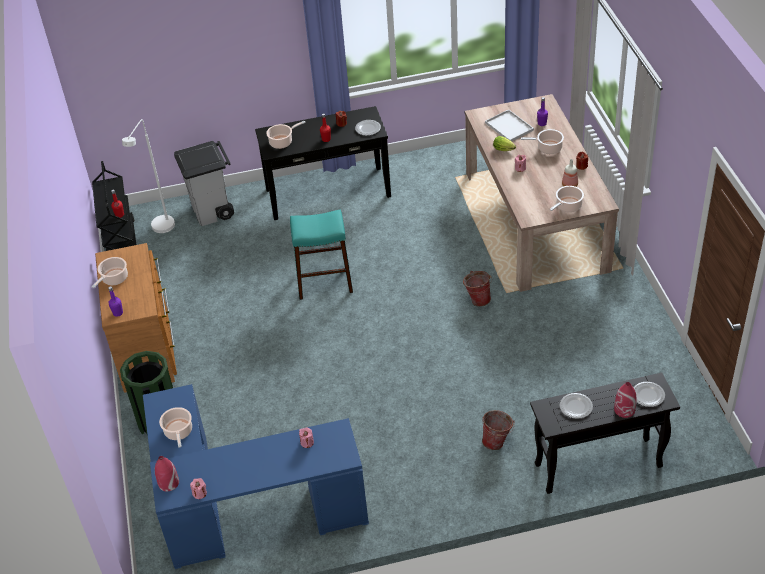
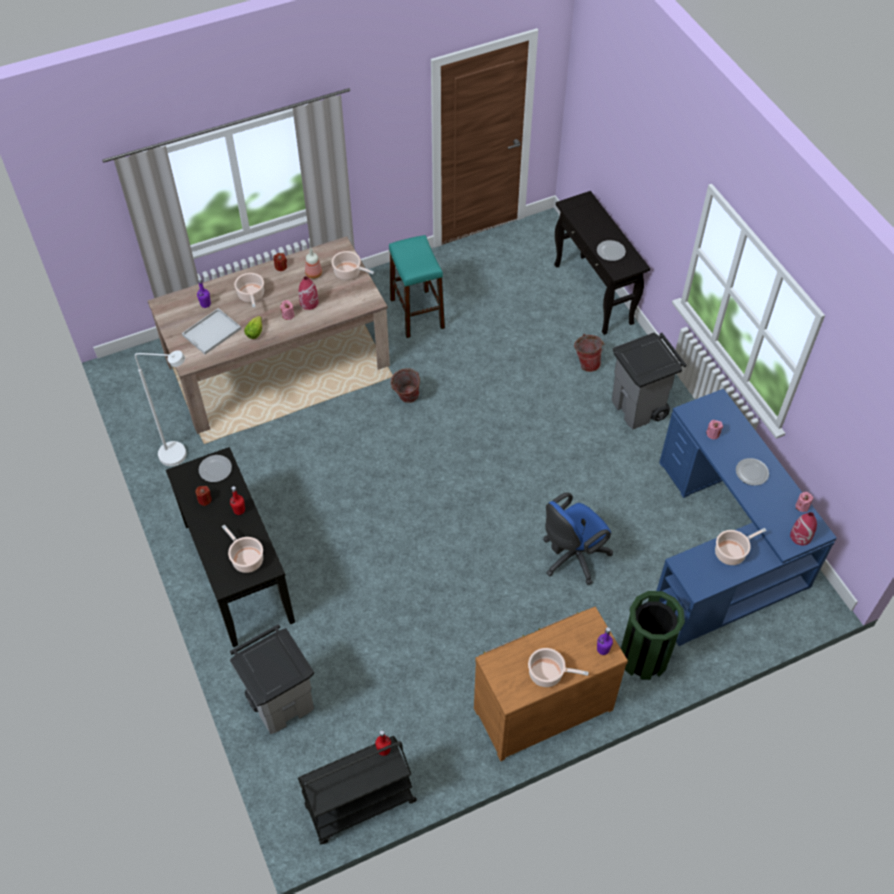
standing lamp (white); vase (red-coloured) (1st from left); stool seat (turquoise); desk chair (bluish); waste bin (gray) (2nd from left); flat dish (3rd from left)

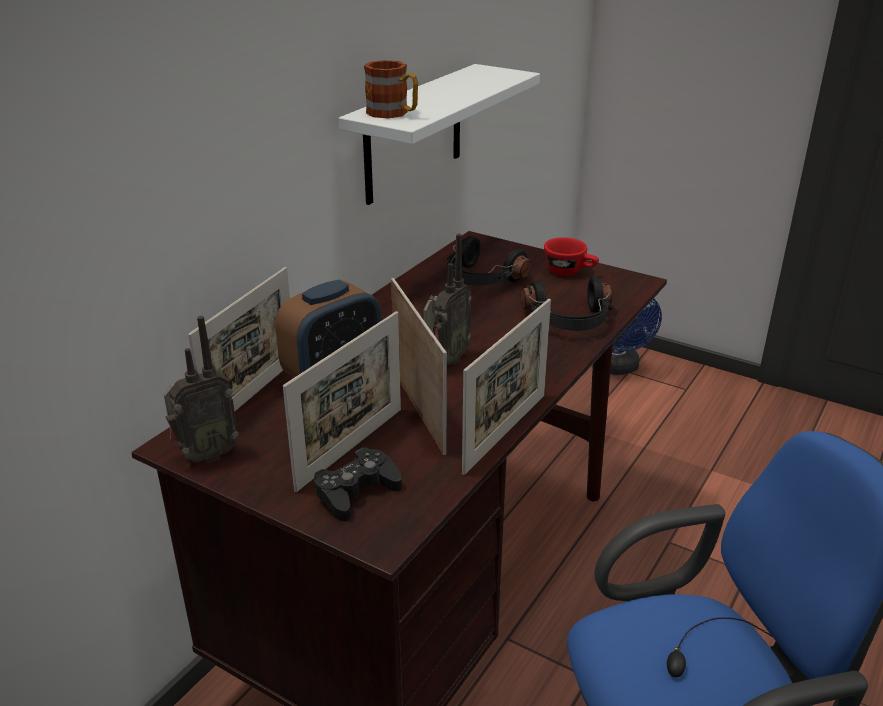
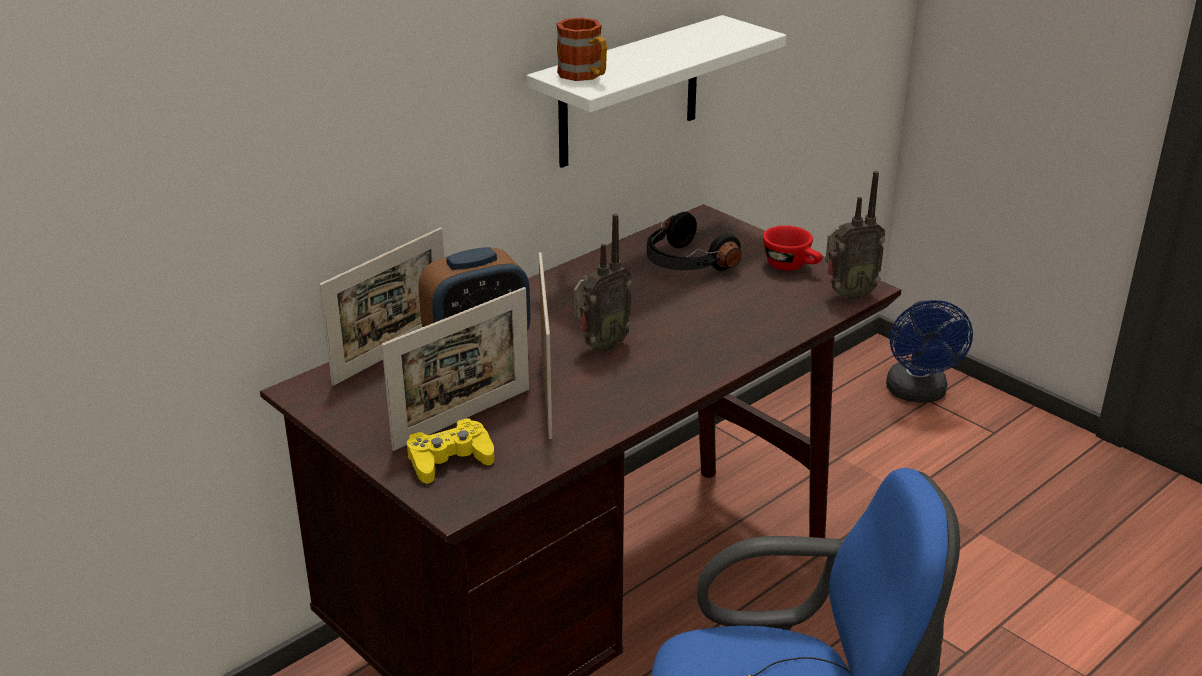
gamepad (yellow-coloured); radio receiver (2nd from left); standing frame (4th from left in the first image); headset (black-coloured) (2nd from left in the first image)

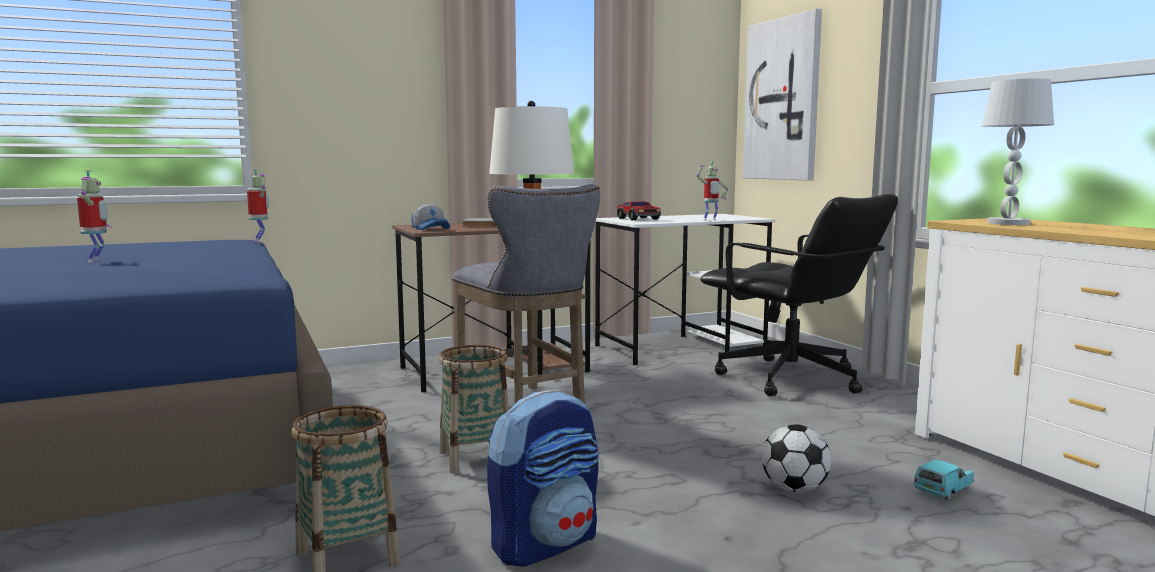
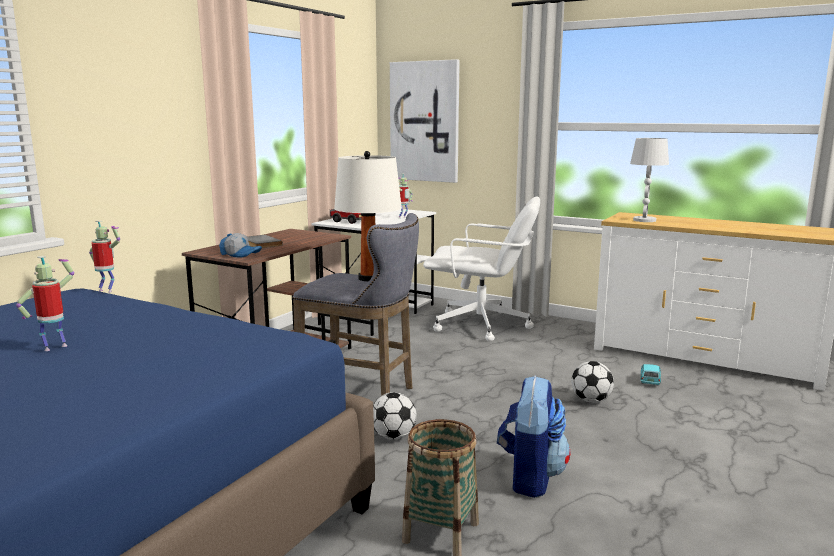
toy robot (1st from left); ball for football (1st from left); desk chair (white)

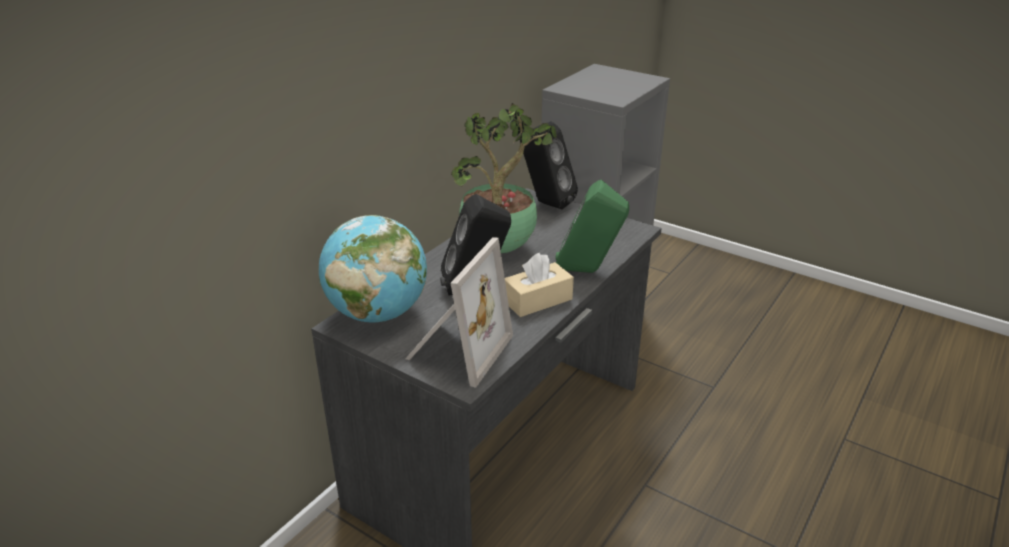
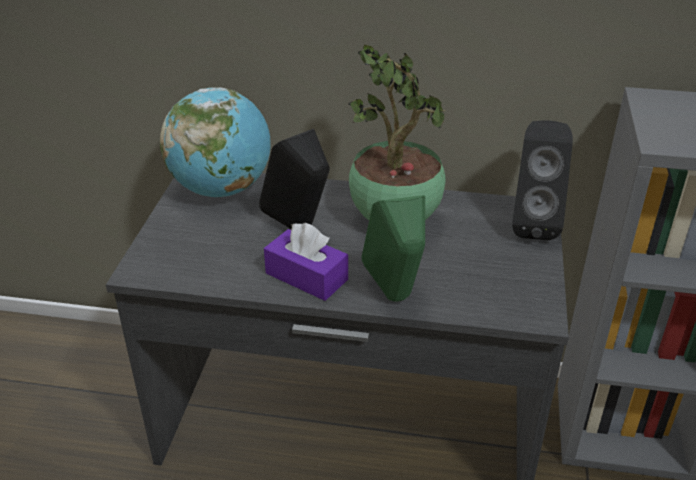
tissue holder (purple-coloured); standing frame

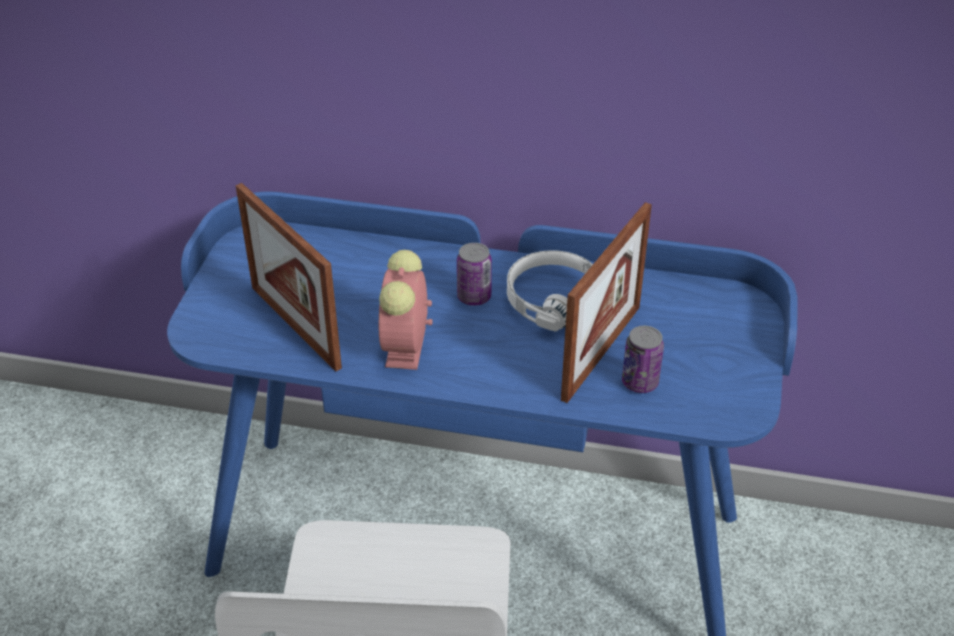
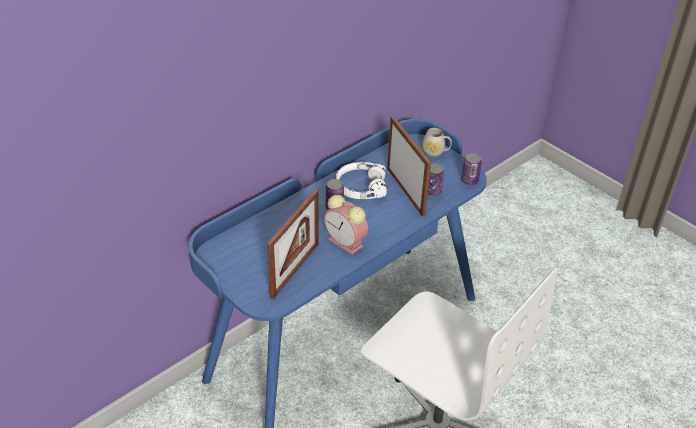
standing frame (1st from left); coffee mug (white); metal can (3rd from left)

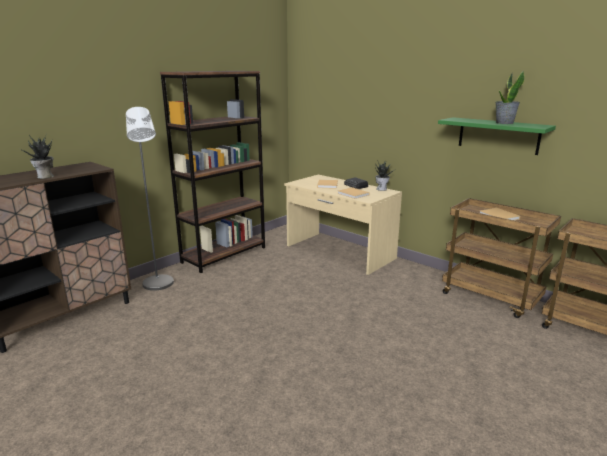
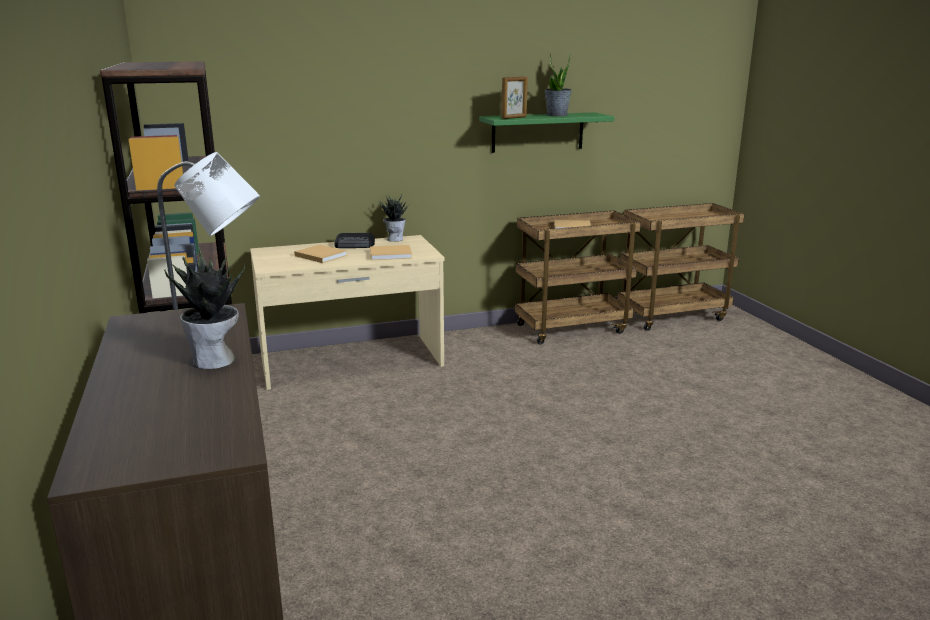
standing frame

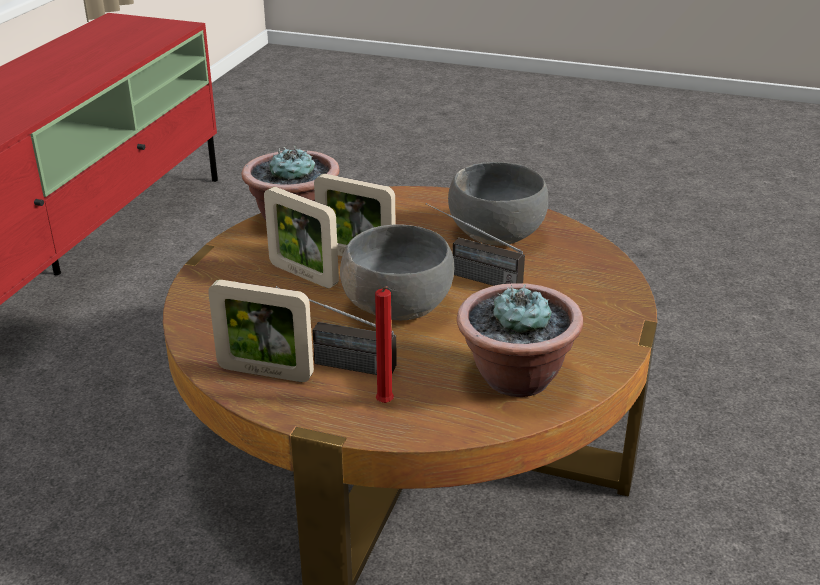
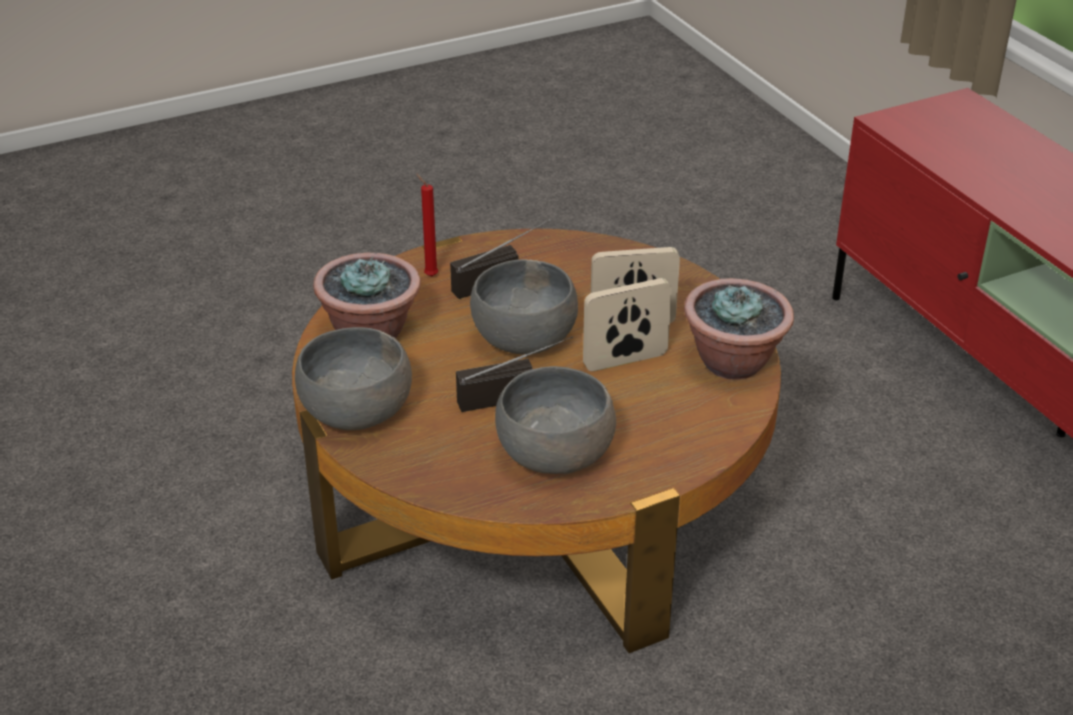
serving bowl (gray) (1st from left); standing frame (1st from left in the first image)

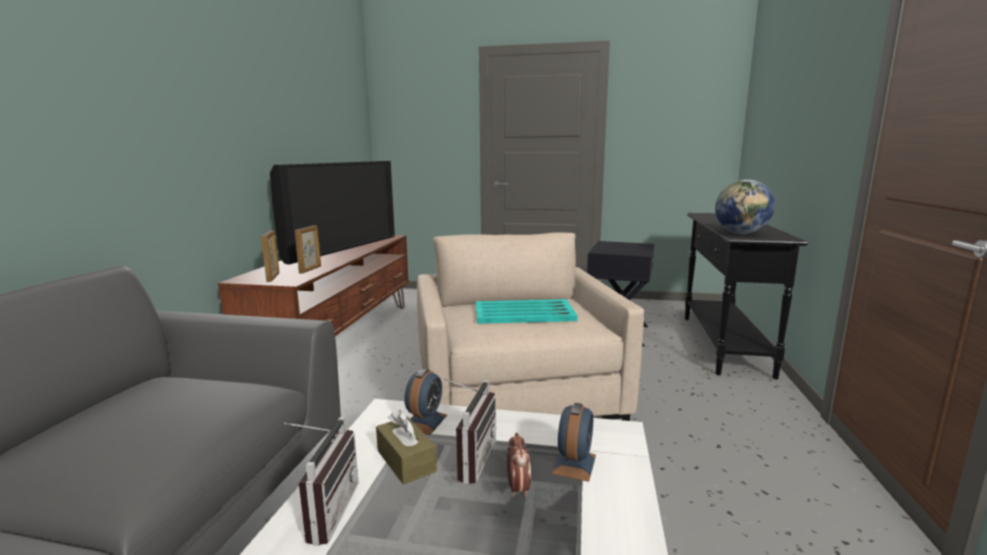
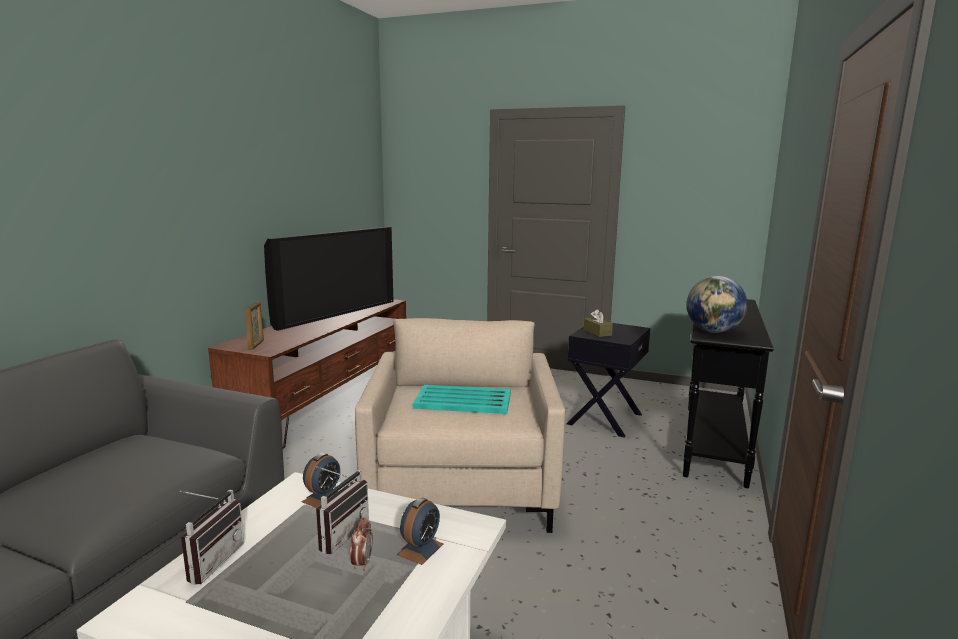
tissue holder (brownish); standing frame (2nd from left in the first image)

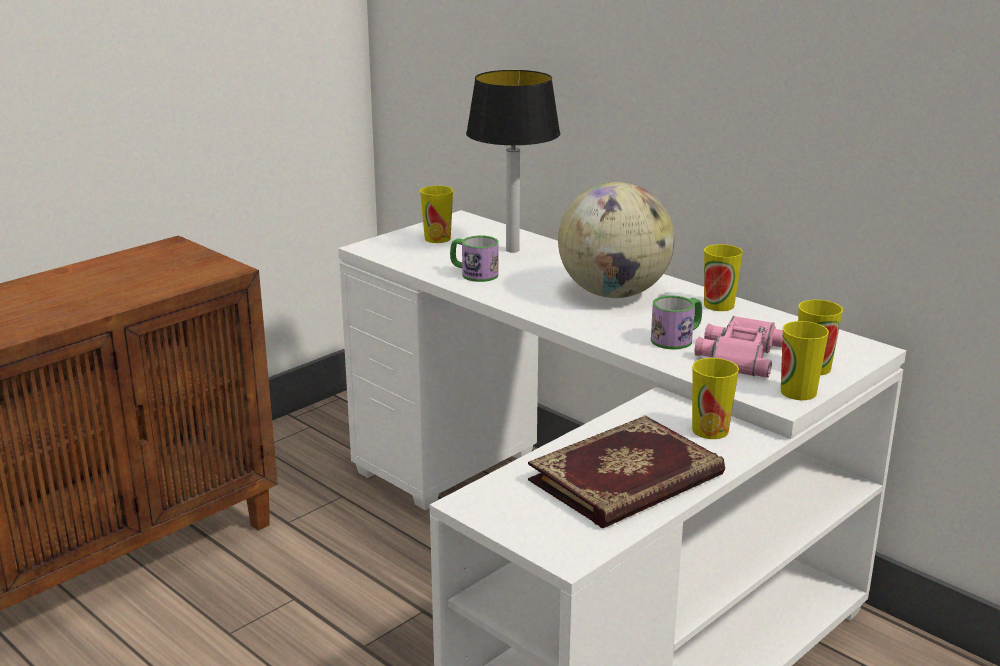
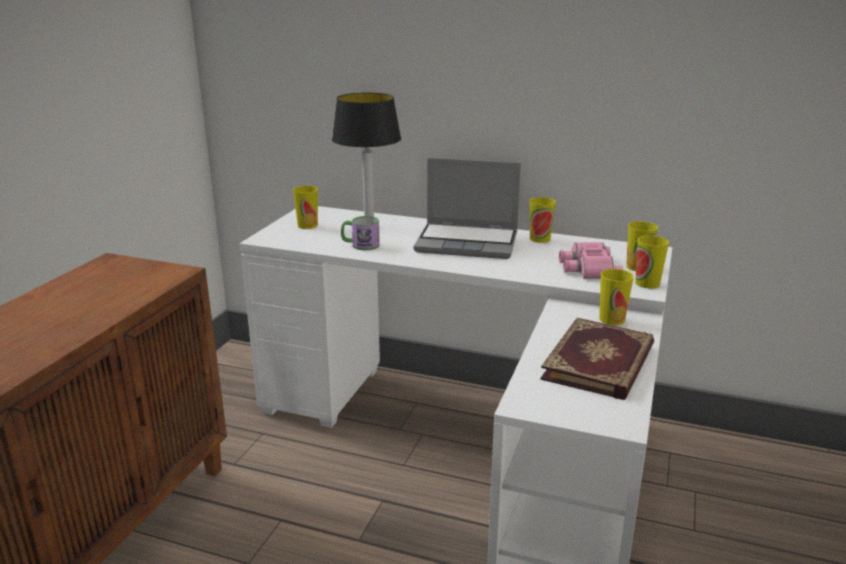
notebook computer; coffee mug (2nd from left in the first image)

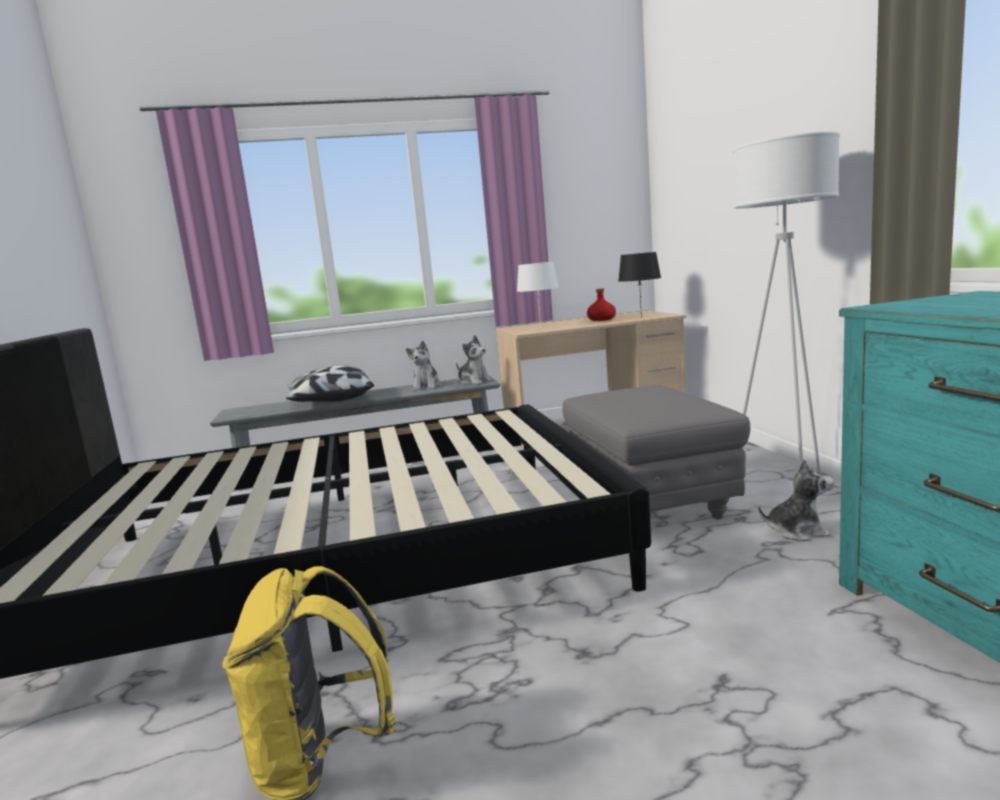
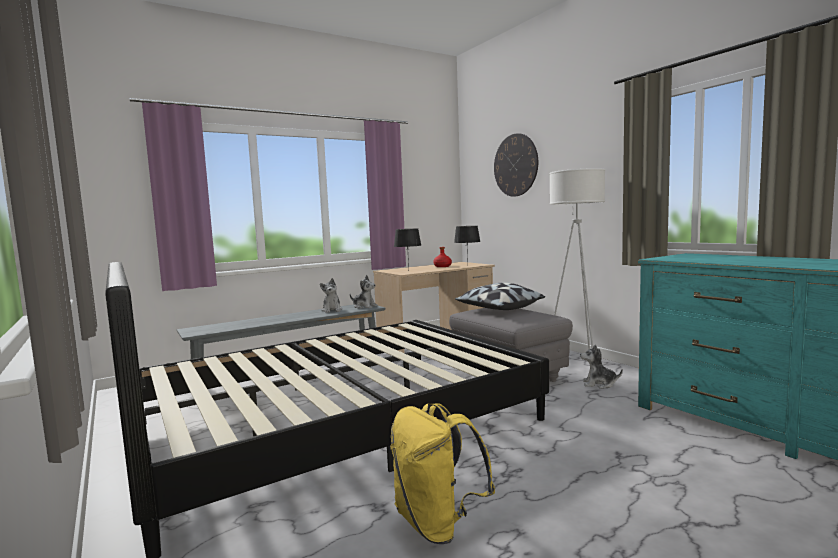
lamp for a table (black-coloured) (1st from left); throw pillow; clock on the wall; cuddly toy (3rd from left)

